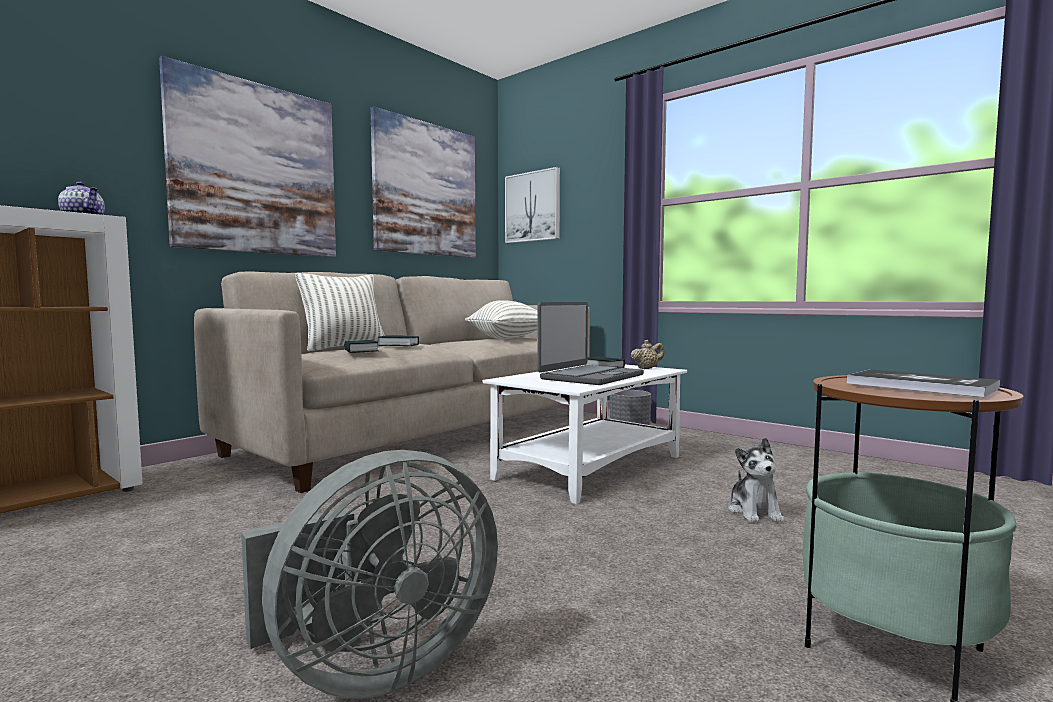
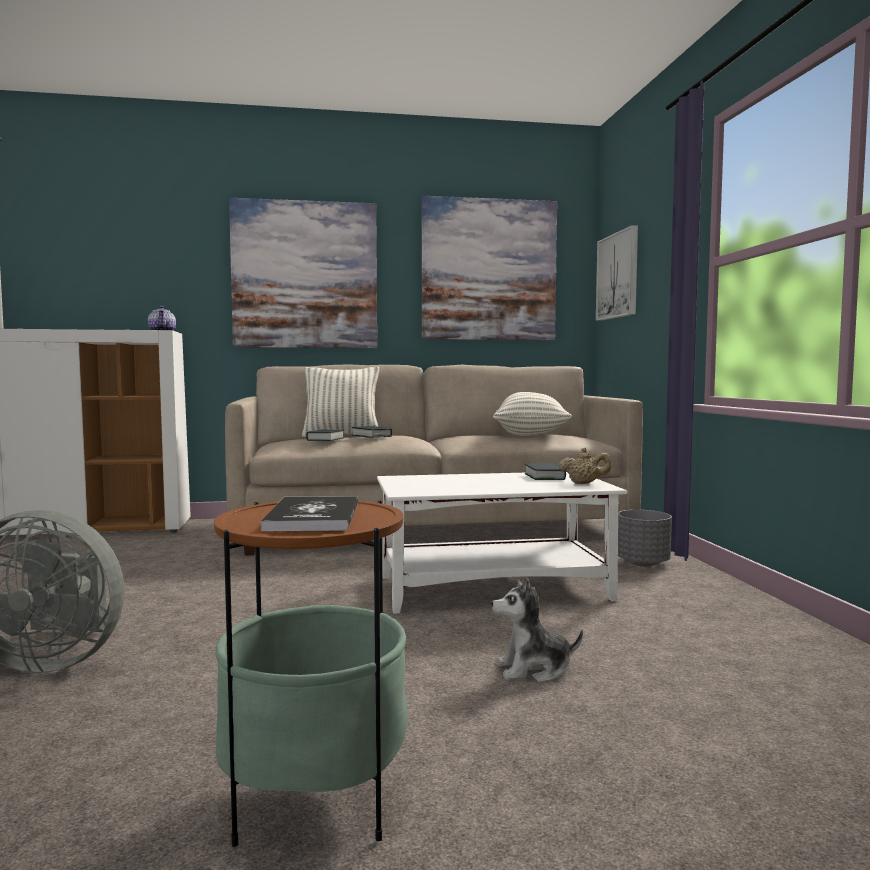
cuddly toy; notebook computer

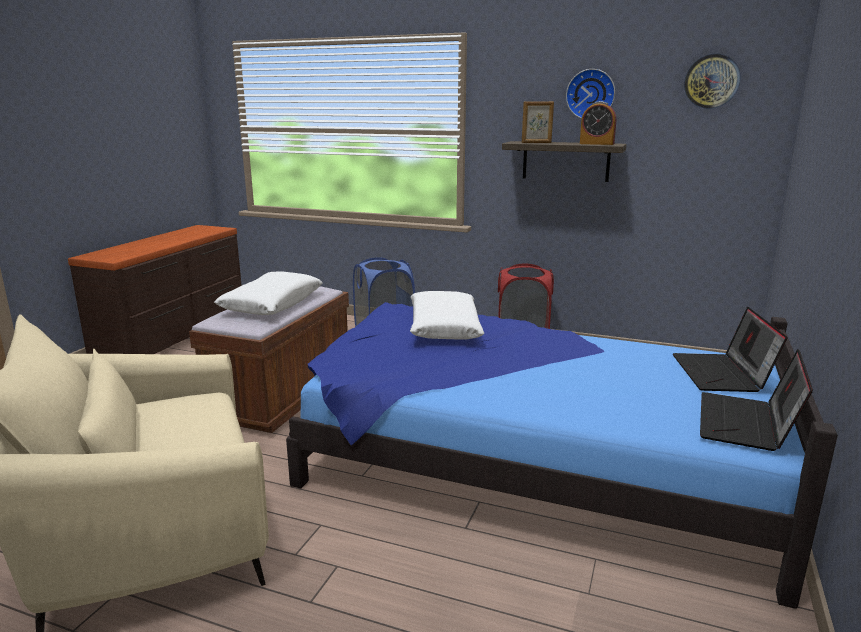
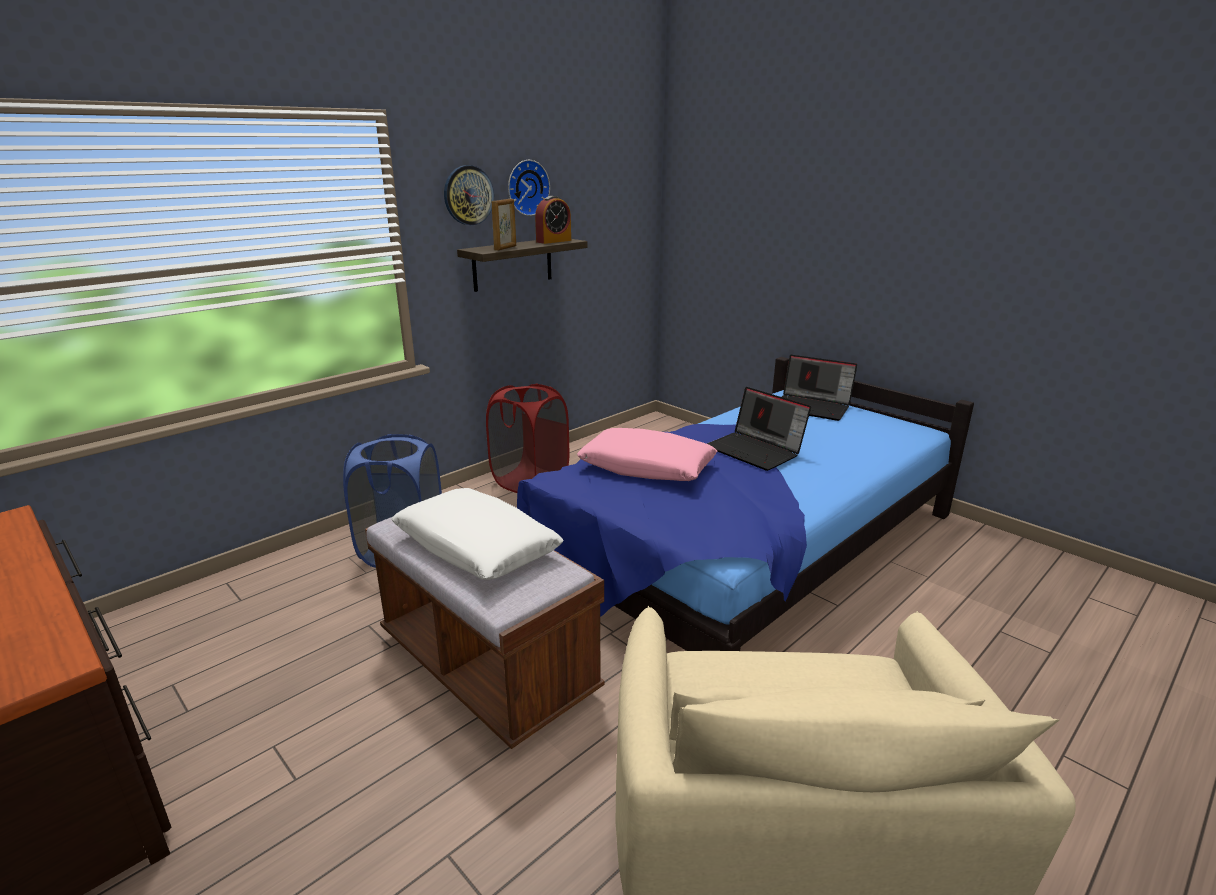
clock on the wall (1st from left); throw pillow (pinkish); notebook computer (1st from left)

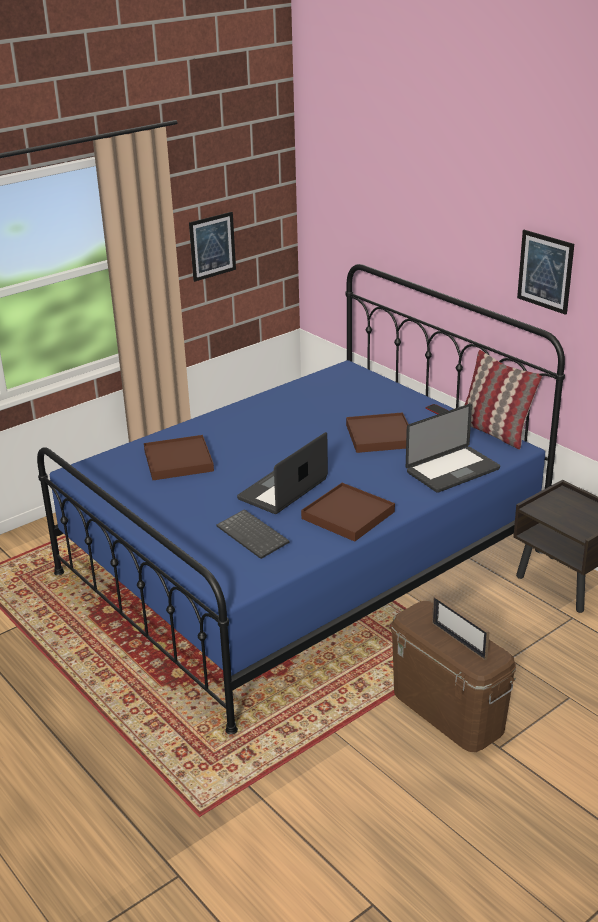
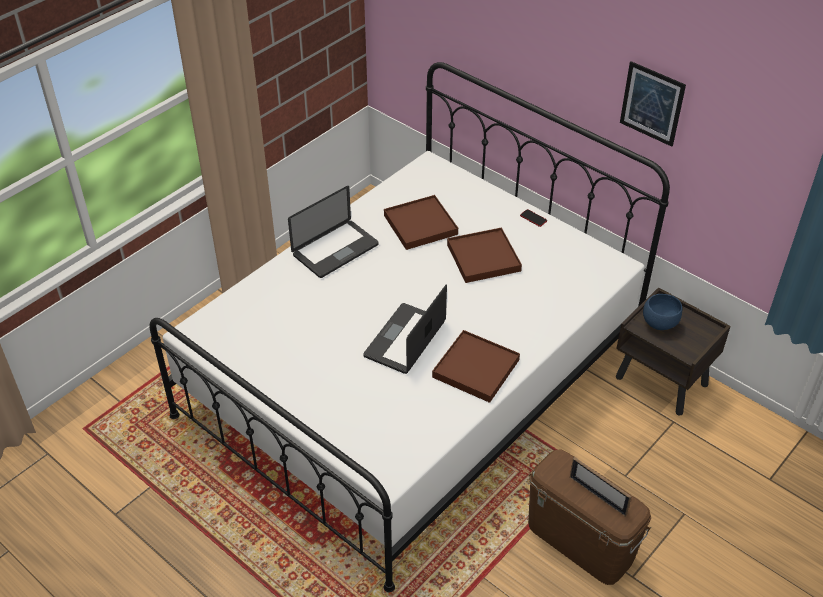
bedroom bed (white); notebook computer (1st from left); carrying tray (brownish) (1st from left); serving bowl (bluish); picture (1st from left in the first image); keyboard; throw pillow

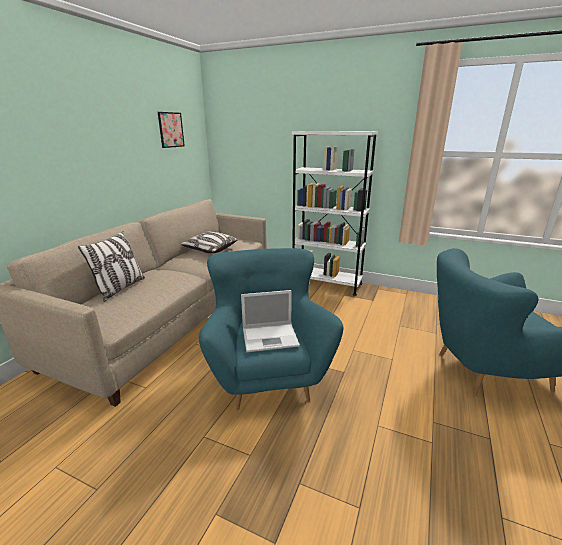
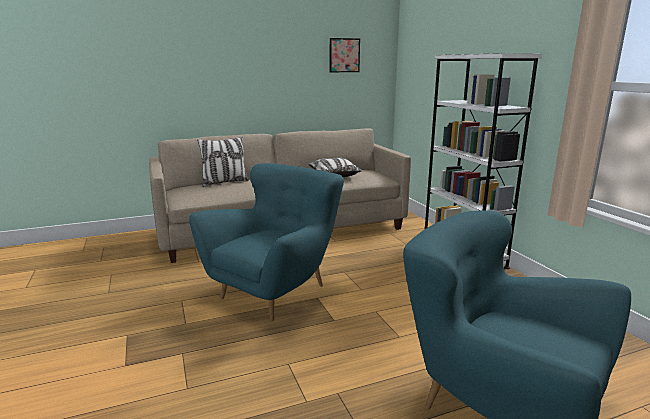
notebook computer

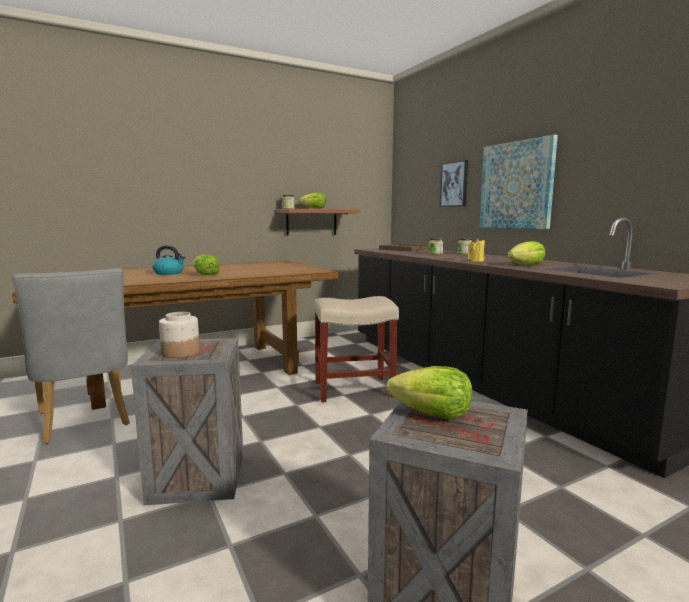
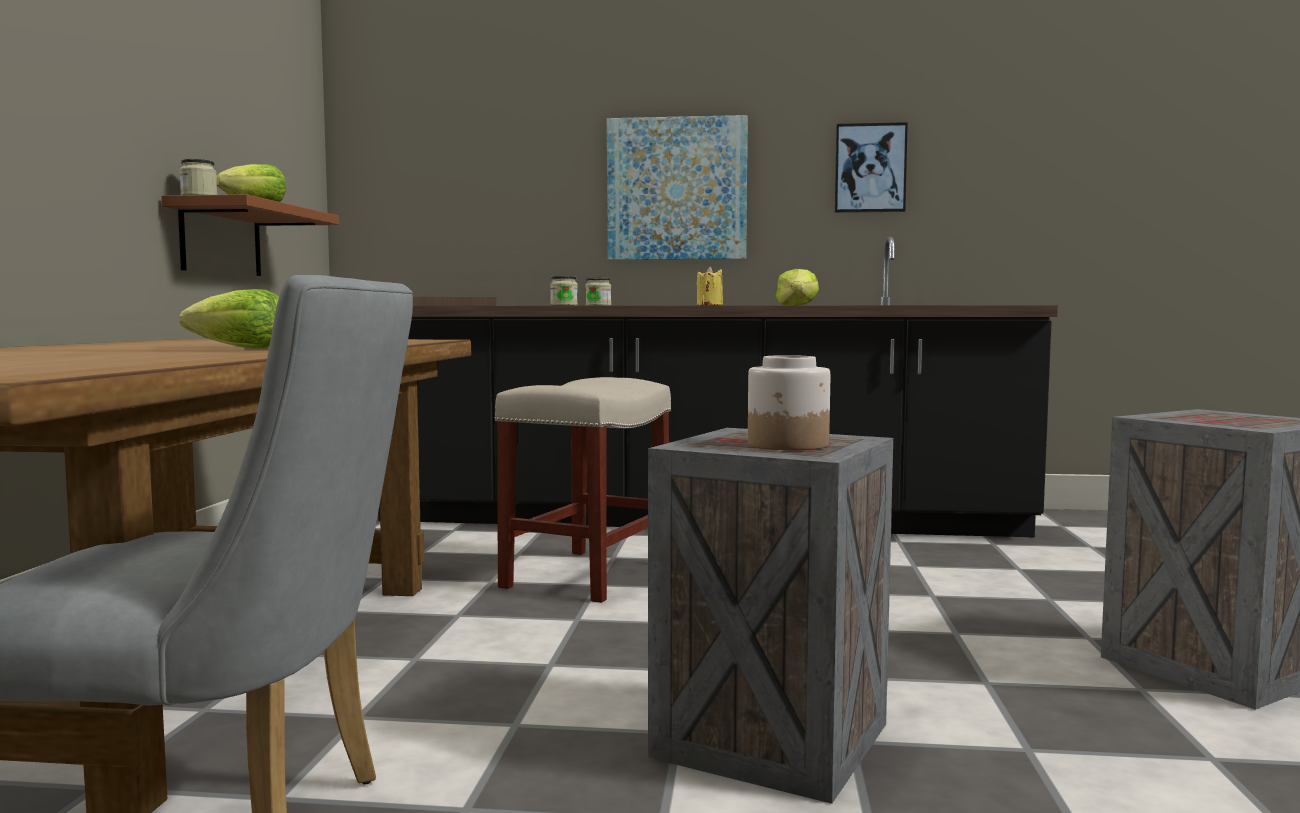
picture (2nd from left); tea kettle; lettuce (3rd from left in the first image)

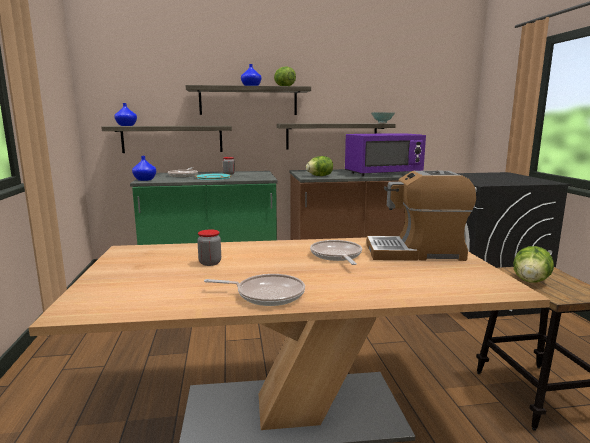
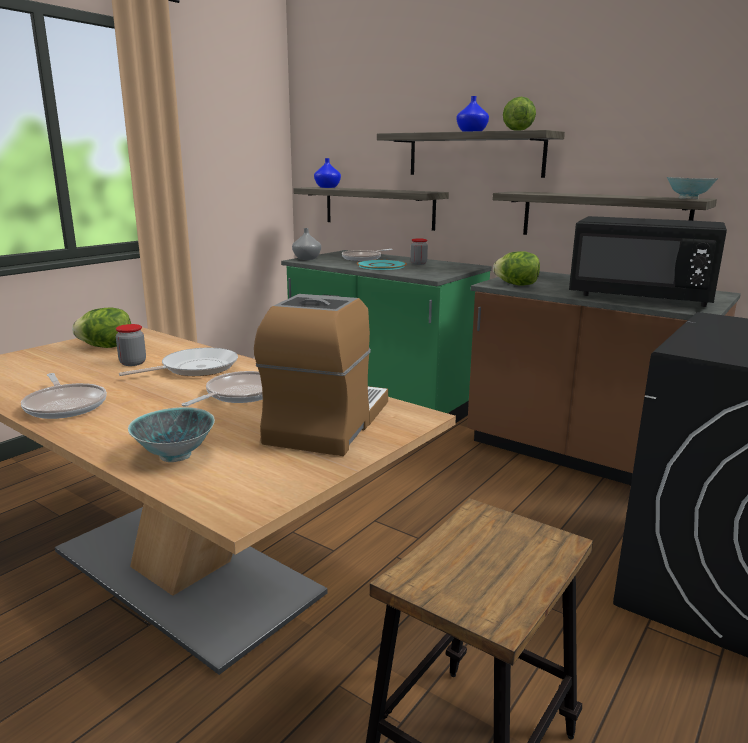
lettuce (1st from left); skillet (2nd from left); serving bowl (1st from left); coffee brewer; vase (gray); kitchen microwave (black-coloured)

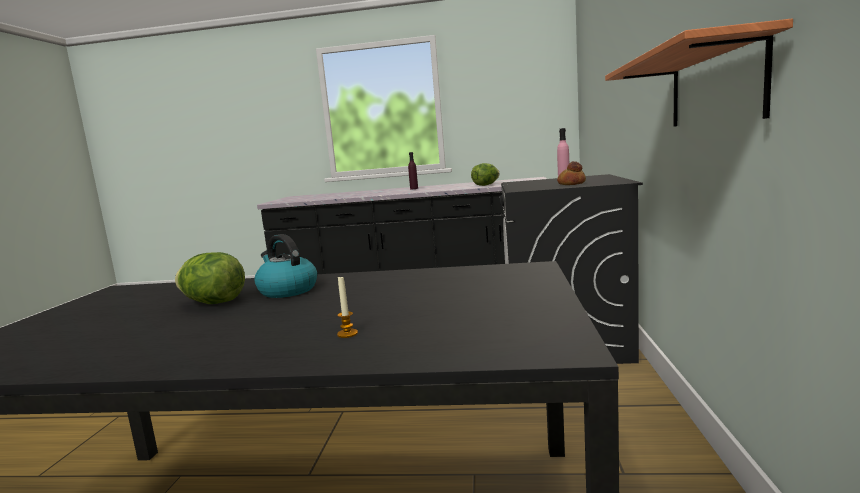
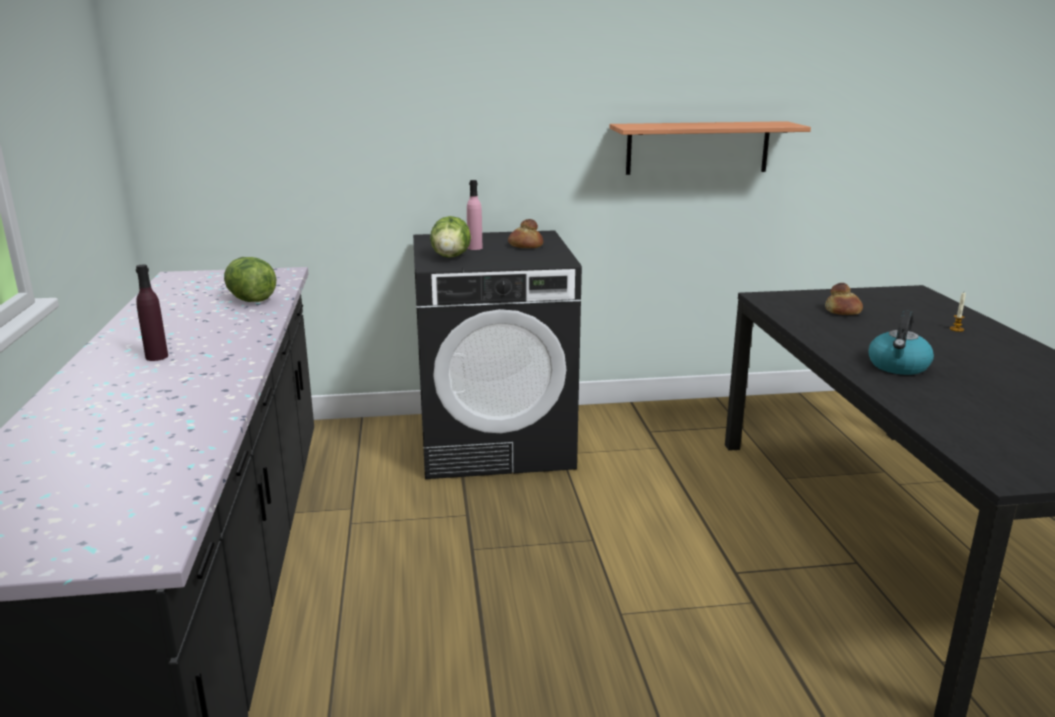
lettuce (2nd from left); bakery bread (2nd from left)

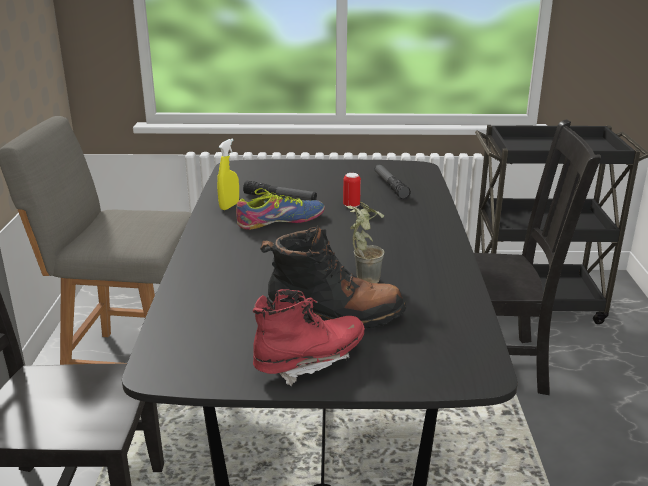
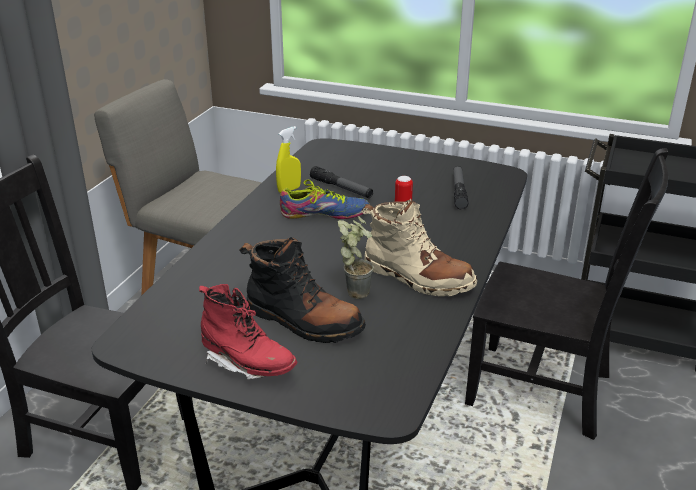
tall boot (red-coloured); tall boot (beige-coloured)

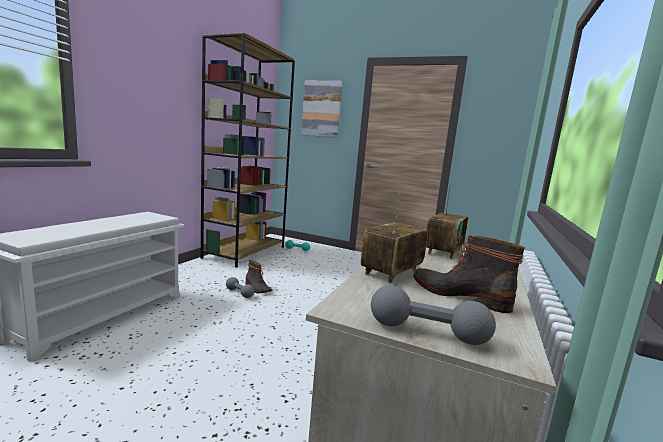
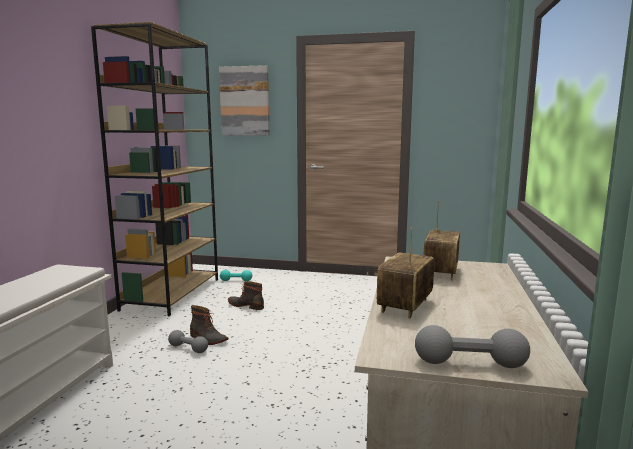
tall boot (2nd from left)

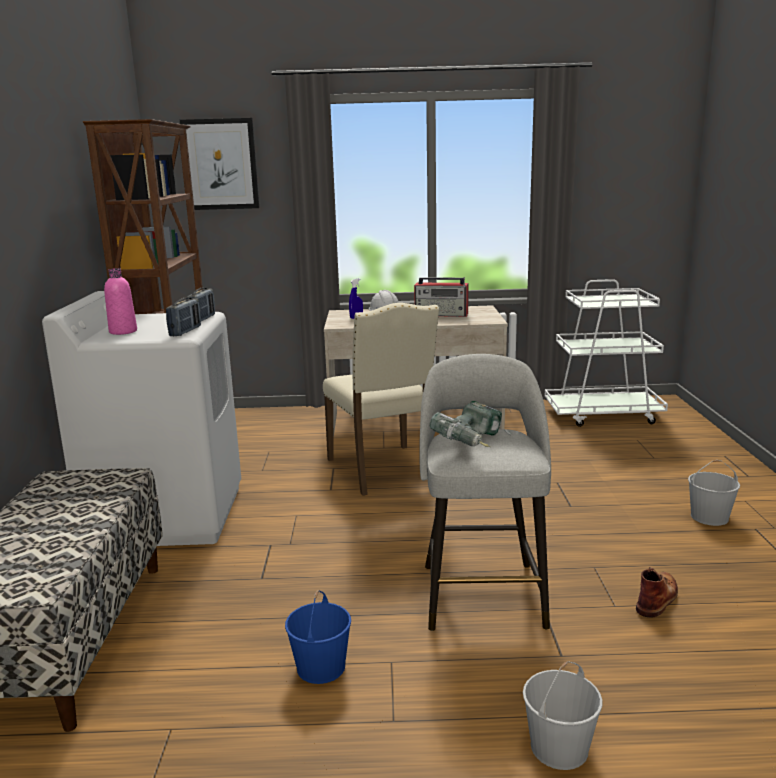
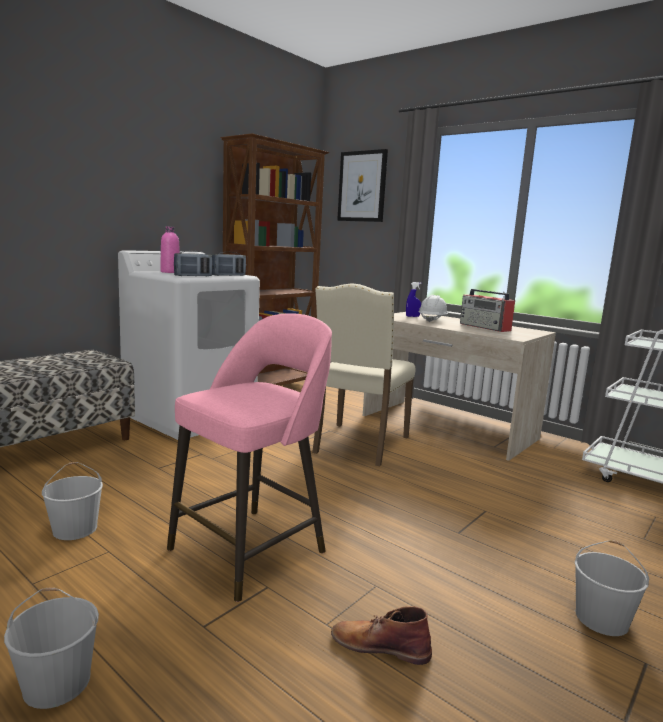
water bucket (white) (2nd from left); stool seat (pinkish); tall boot (brownish); electric drill

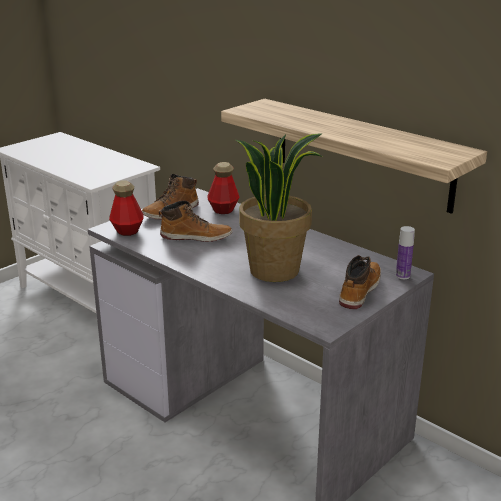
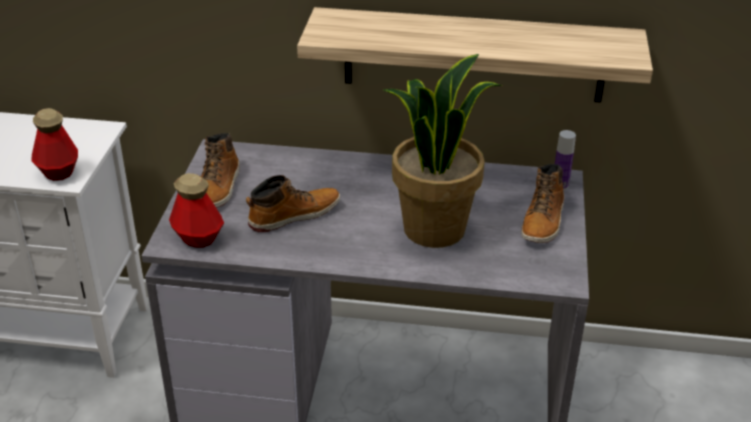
bottle (1st from left); tall boot (3rd from left)

